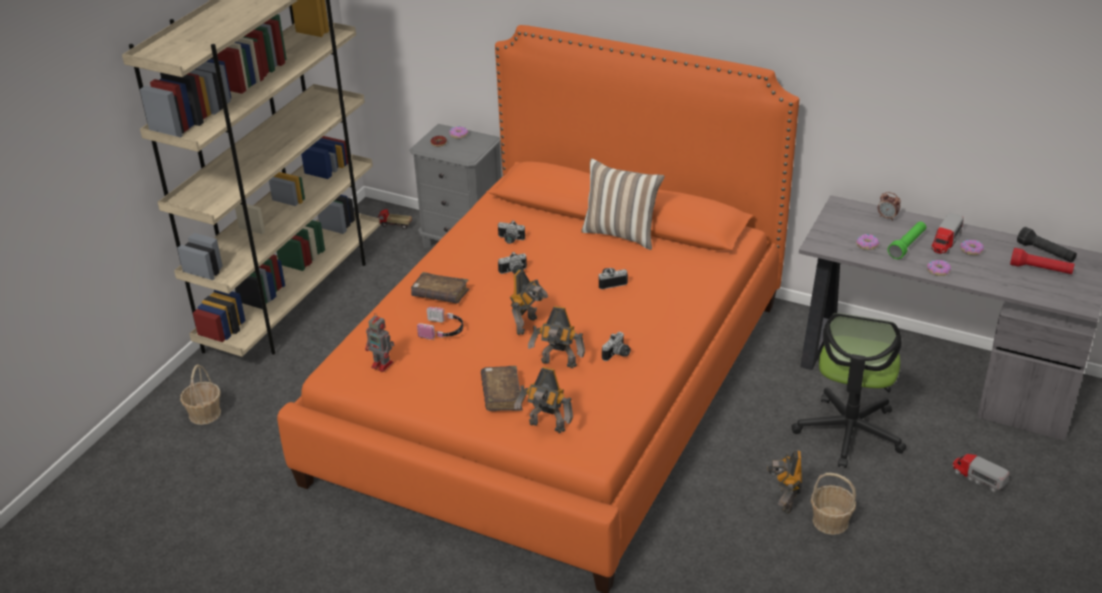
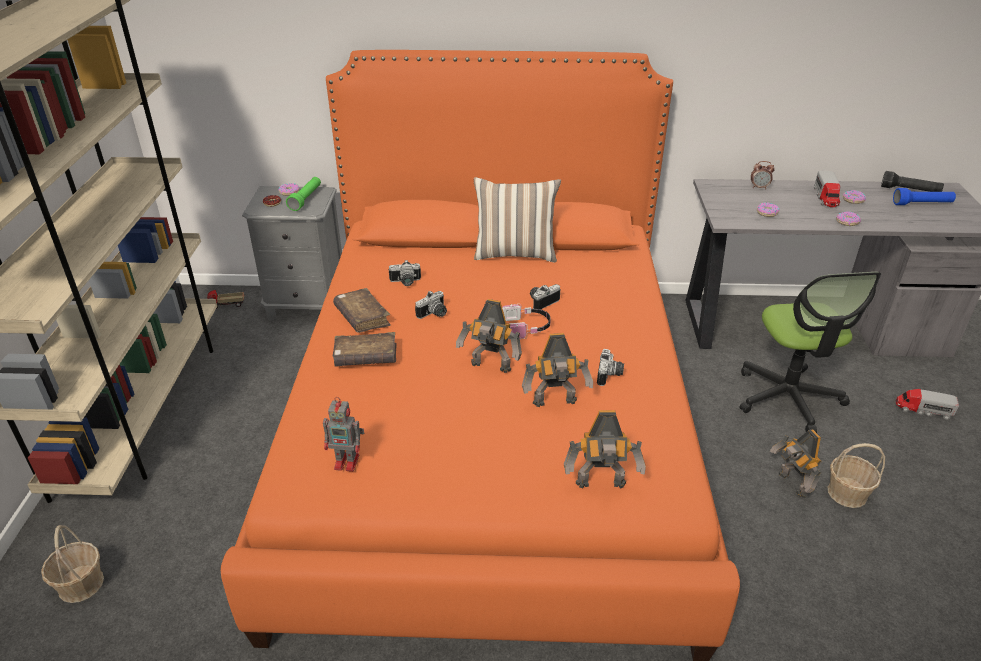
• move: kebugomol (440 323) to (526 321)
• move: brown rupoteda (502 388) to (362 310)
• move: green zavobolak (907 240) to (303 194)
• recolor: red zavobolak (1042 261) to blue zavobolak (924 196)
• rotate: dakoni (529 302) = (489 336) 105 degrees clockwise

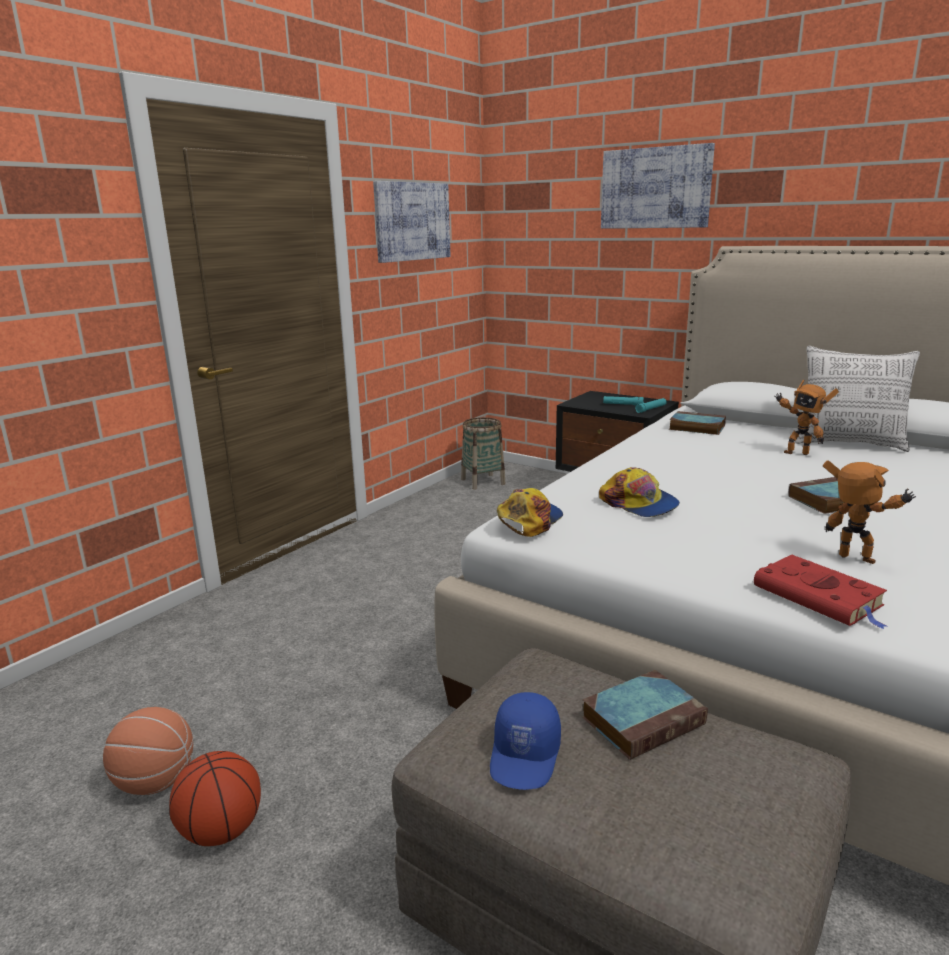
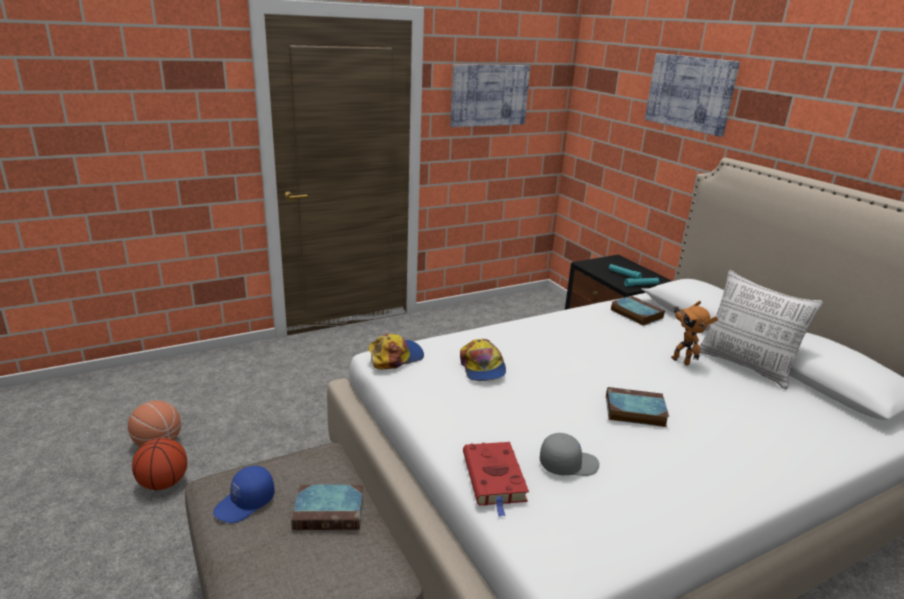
• delete: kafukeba (483 453)
• replace: dakoni (869 512) to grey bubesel (570 454)

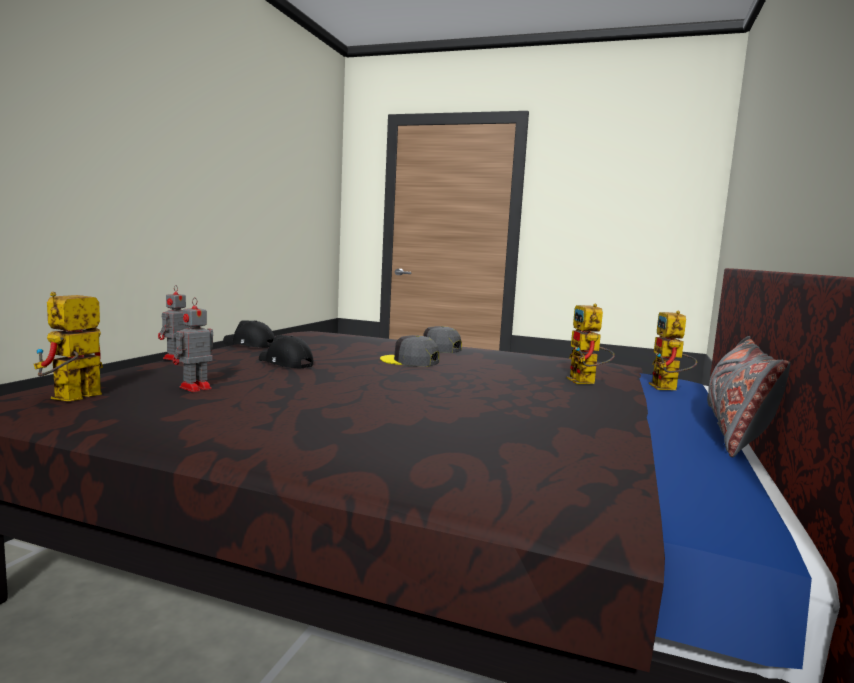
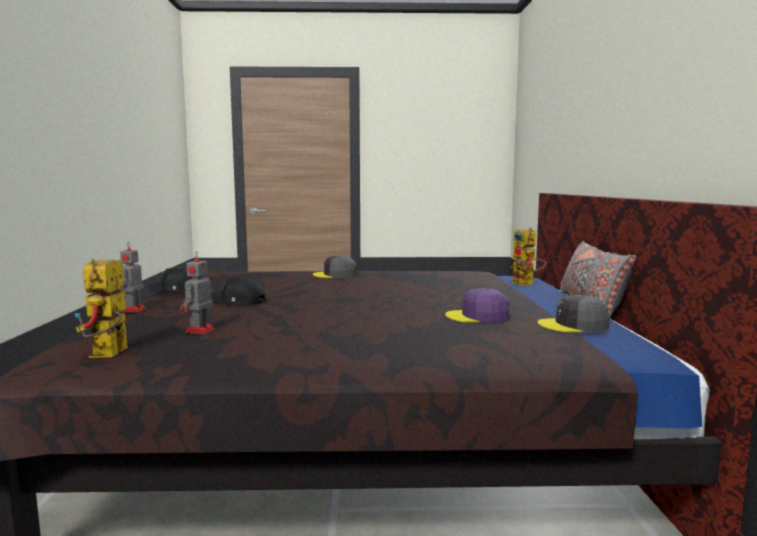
• delete: dakoni (591 343)
• insert: purple bubesel (477 305)
• move: grey bubesel (409 351) to (573 313)

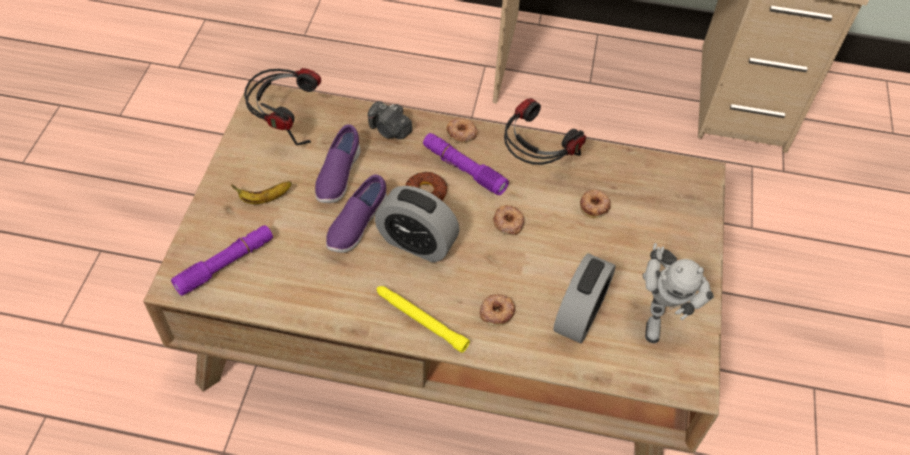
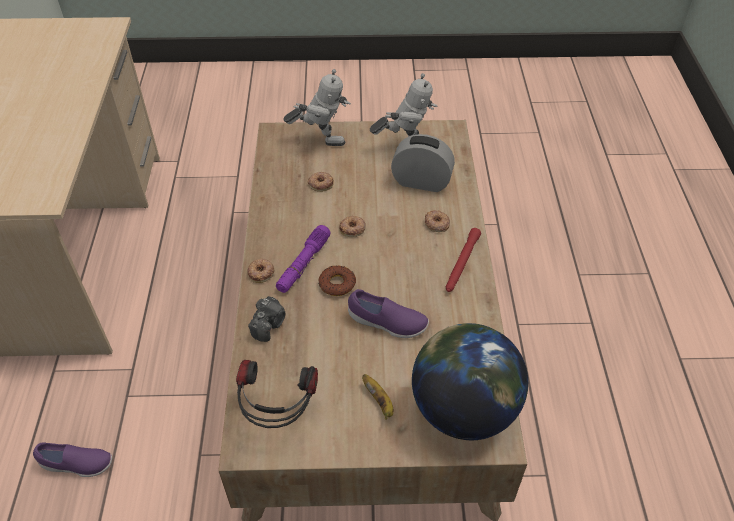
• delete: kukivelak (417 224)
• delete: kebugomol (545 131)
• insert: dakoni (317 107)
• move: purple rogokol (338 163) to (72 459)
• replace: purple zavobolak (222 260) to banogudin (470 381)
• recolor: yellow zavobolak (423 319) to red zavobolak (463 260)

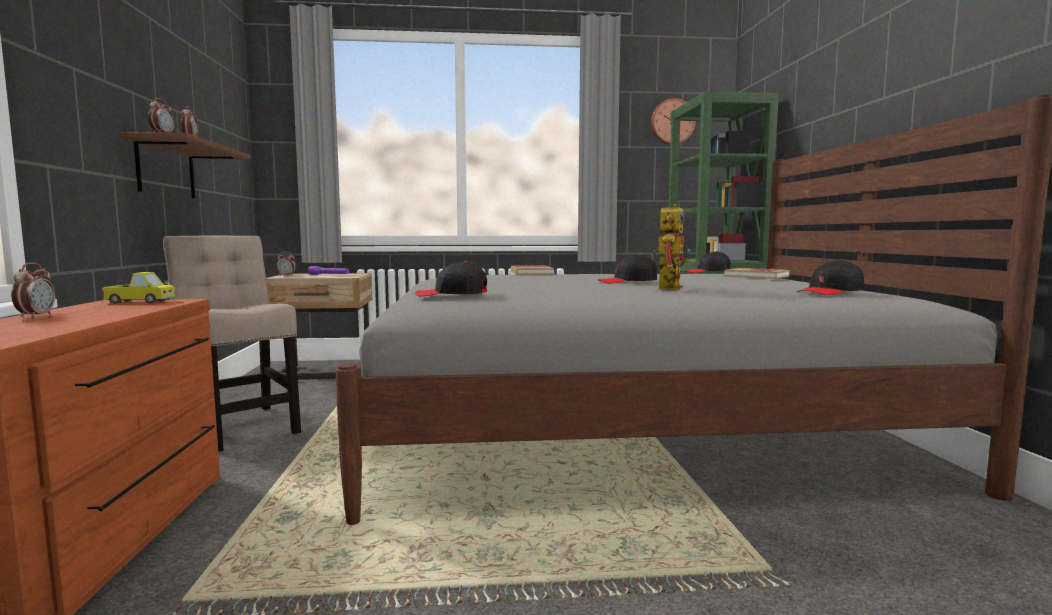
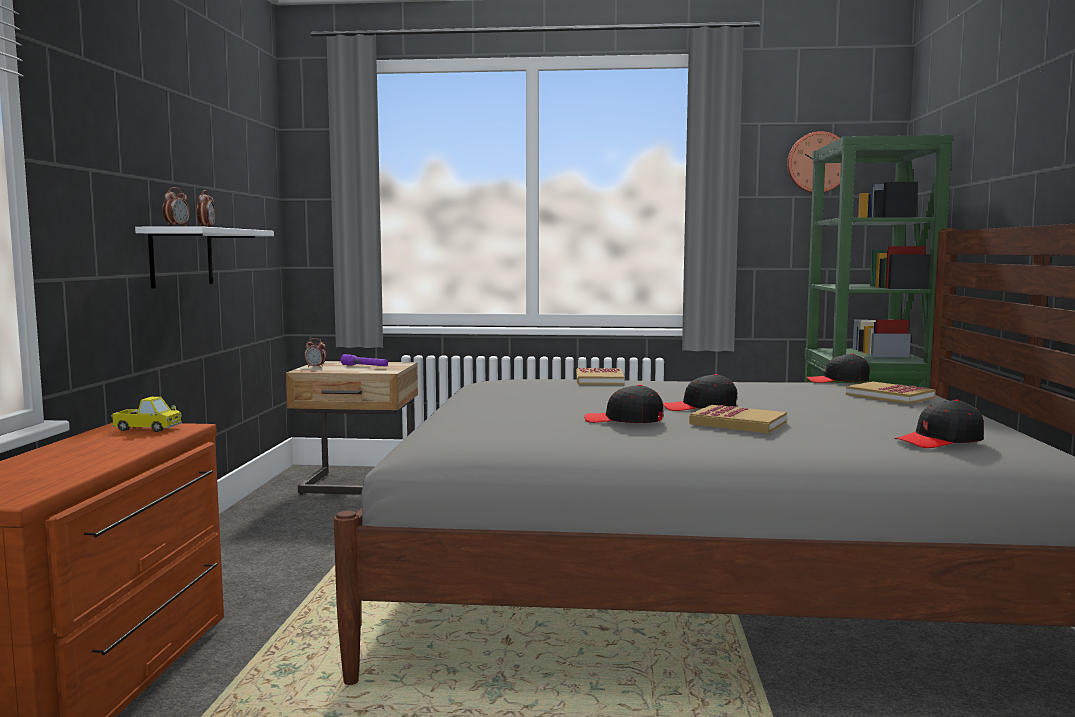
• delete: kukivelak (33 290)
• delete: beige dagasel (232 344)
• move: black bubesel (451 278) to (623 404)
• replace: dakoni (671 247) to rupoteda (738 419)
• recolor: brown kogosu (185 165) to white kogosu (204 257)

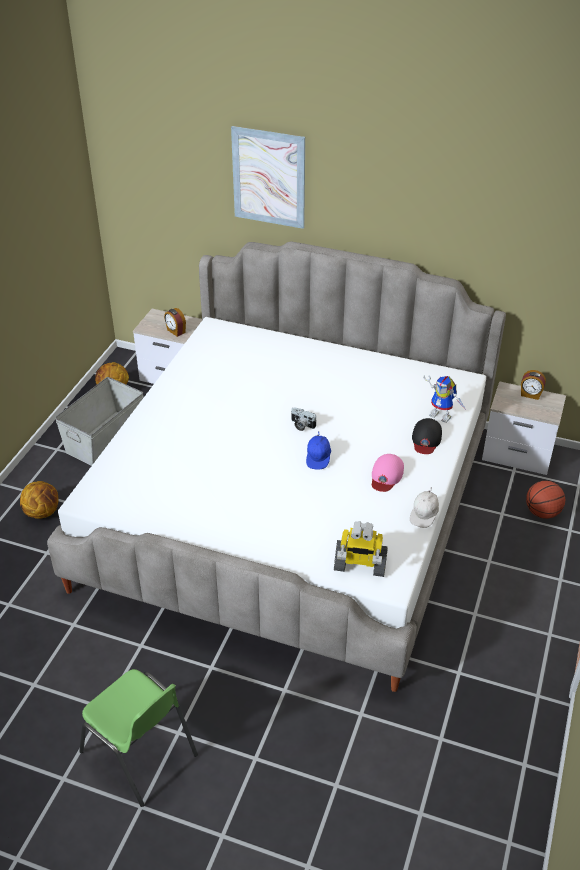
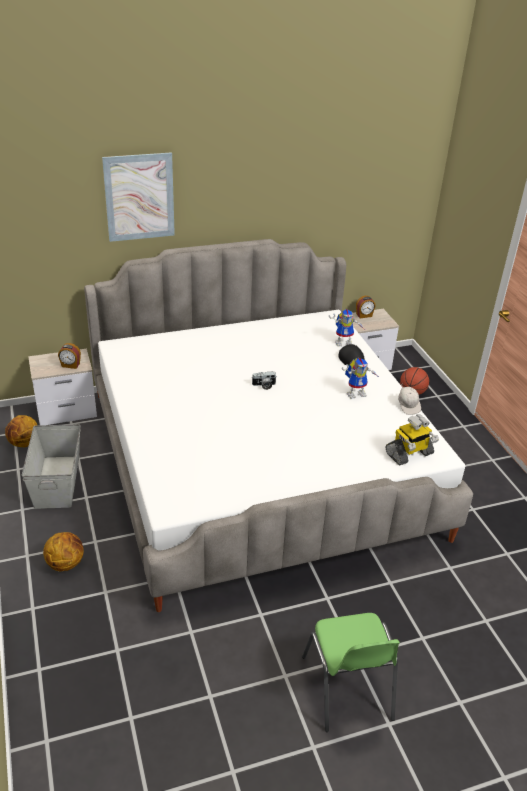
• delete: blue bubesel (318 450)
• replace: pink bubesel (388 473) to dakoni (361 378)
• rotate: green dagasel (138 738) = (351 672) 75 degrees clockwise

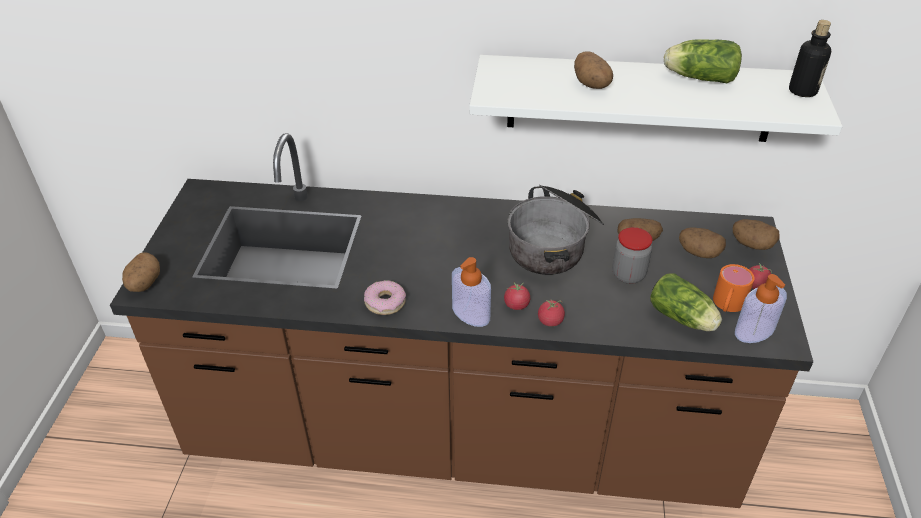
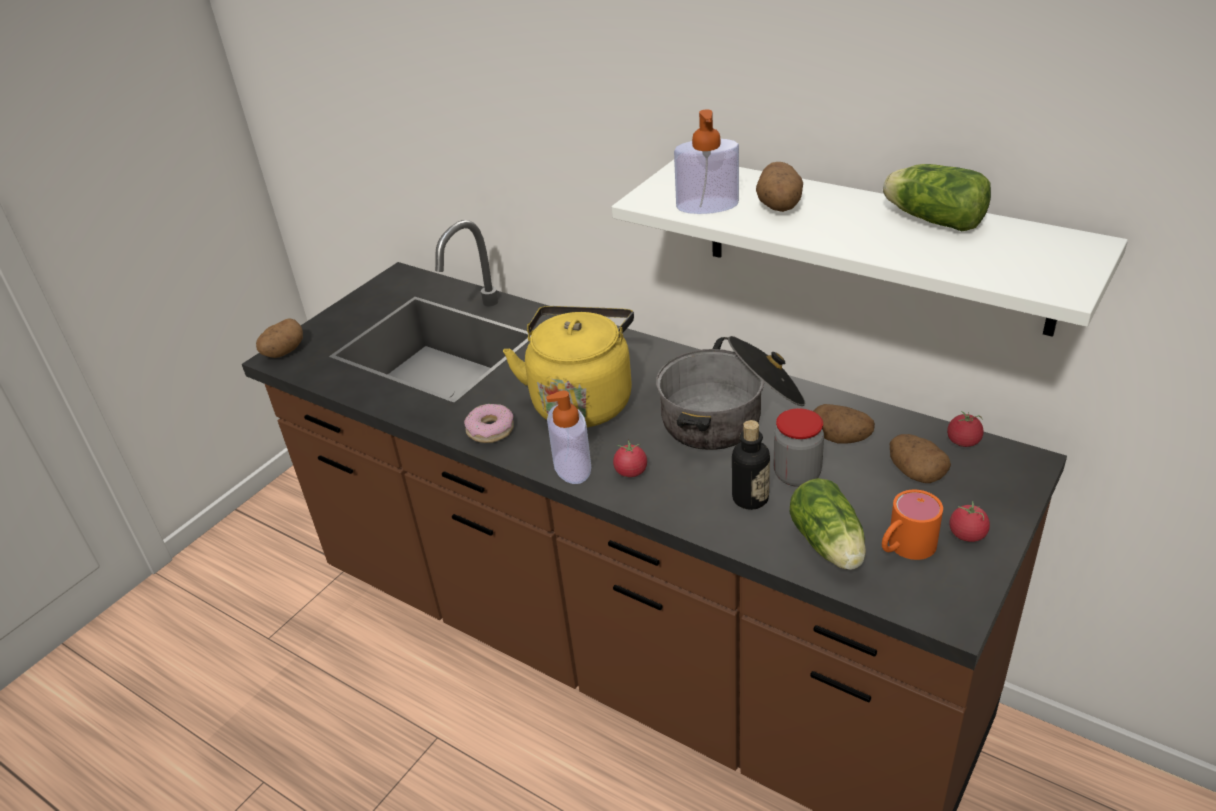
• delete: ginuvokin (756 234)
• insert: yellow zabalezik (568 366)
• move: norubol (551 313) to (965 429)
• move: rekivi (761 308) to (706 161)
• move: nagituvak (810 58) to (751 465)

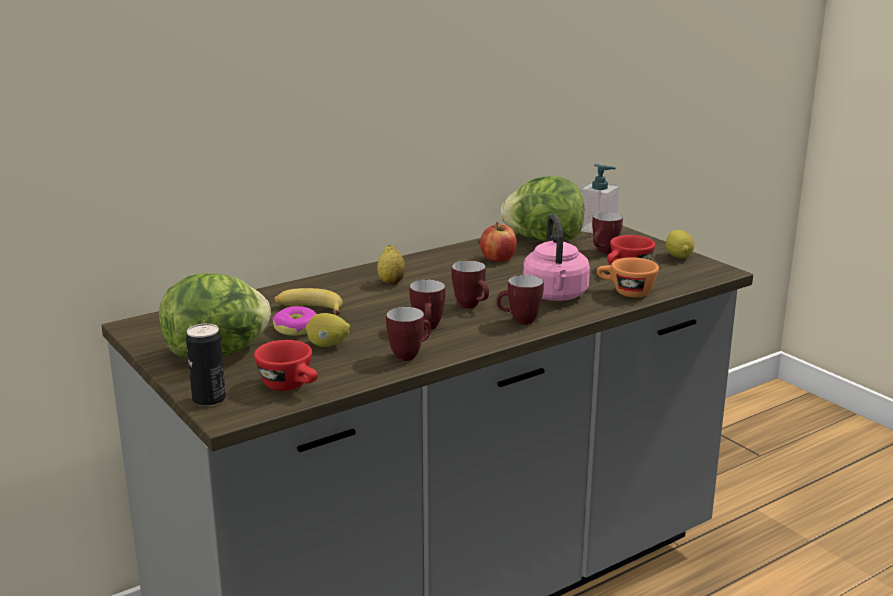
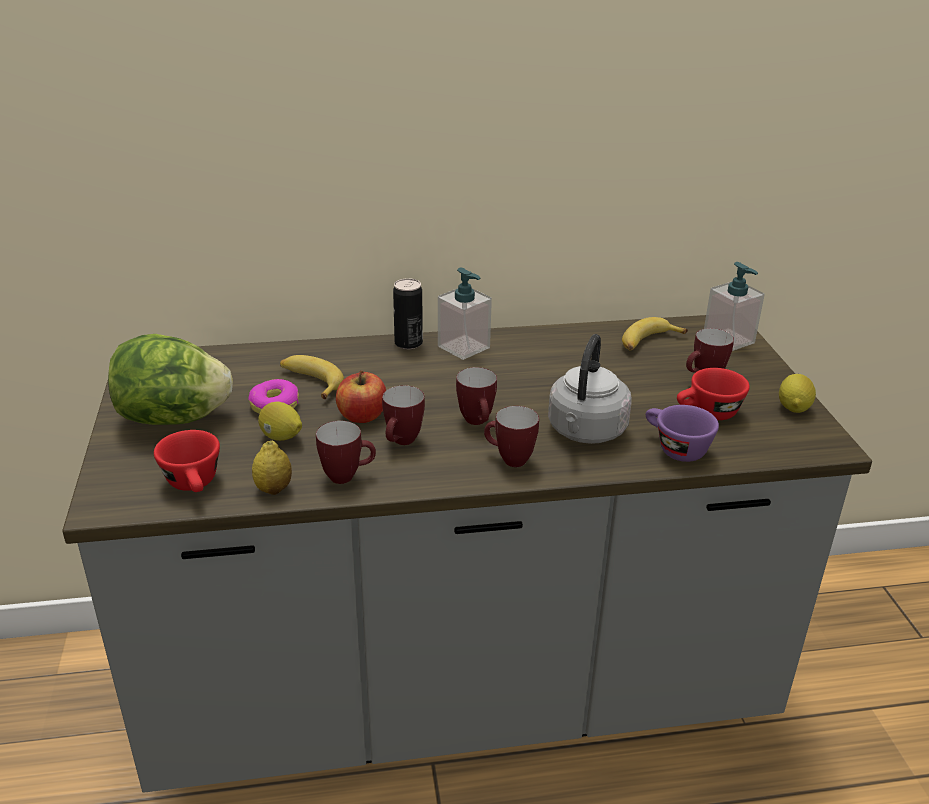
• insert: rekivi (465 314)
• move: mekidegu (206 365) to (408 313)
• move: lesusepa (391 265) to (272 468)
• move: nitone (498 242) to (361 396)
• replace: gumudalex (542 208) to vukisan (655 333)
• recolor: pink zabalezik (556 257) to grey zabalezik (590 389)
• recolor: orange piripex (628 277) to purple piripex (682 433)

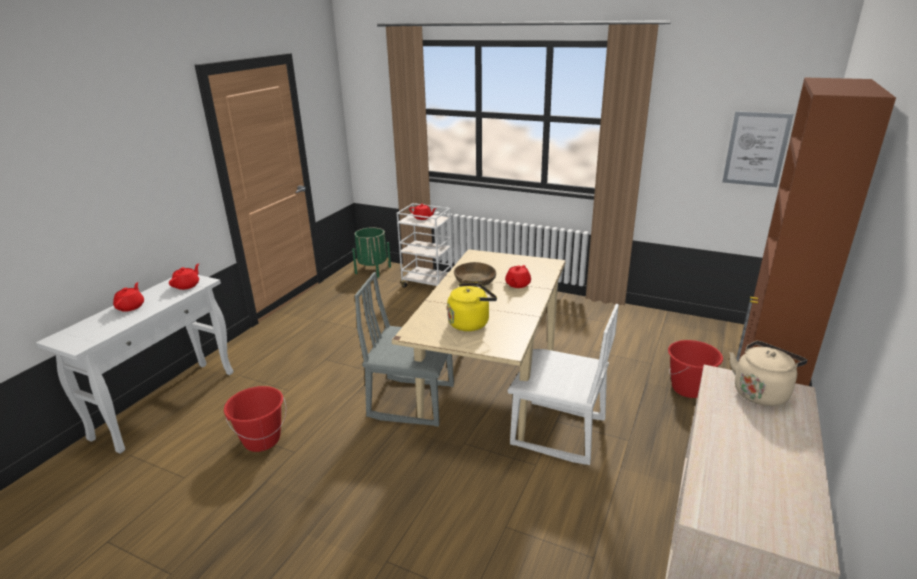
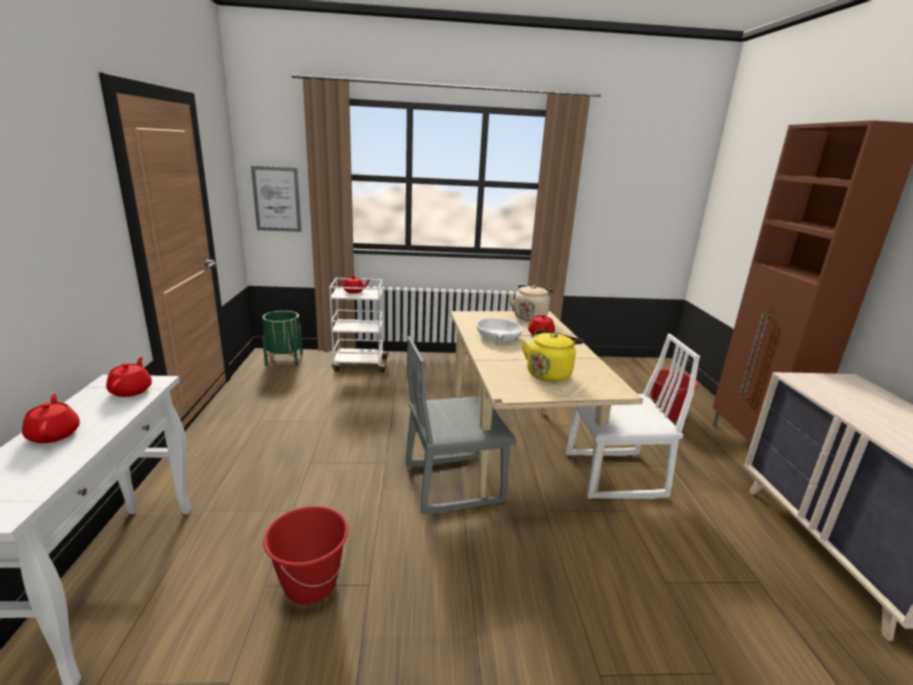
• move: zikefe (758 149) to (276 199)
• move: beige zabalezik (768 373) to (530 303)
• recolor: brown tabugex (475 274) to white tabugex (499 330)

